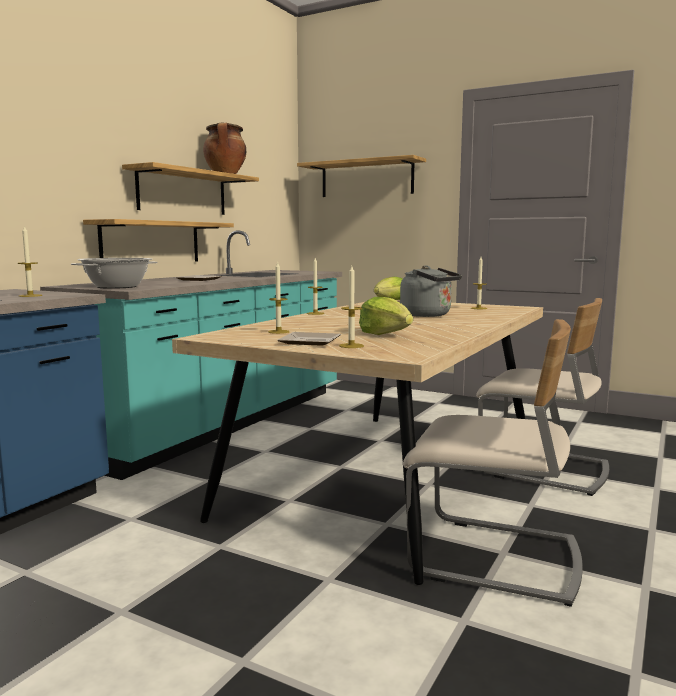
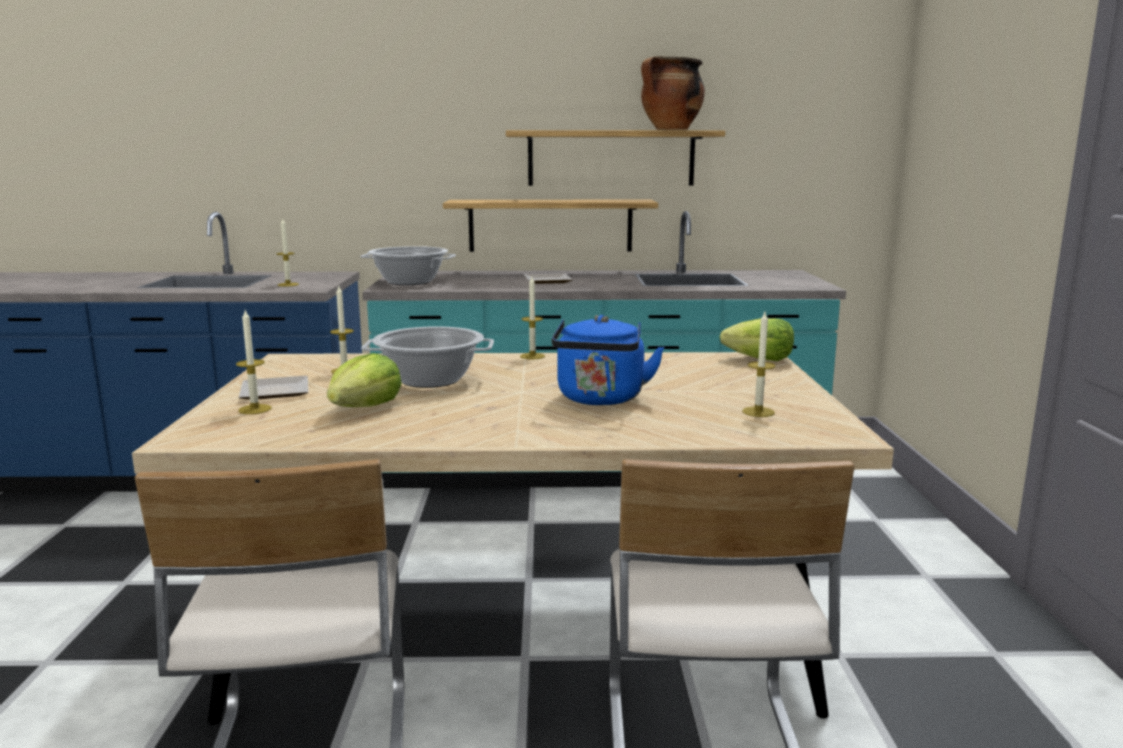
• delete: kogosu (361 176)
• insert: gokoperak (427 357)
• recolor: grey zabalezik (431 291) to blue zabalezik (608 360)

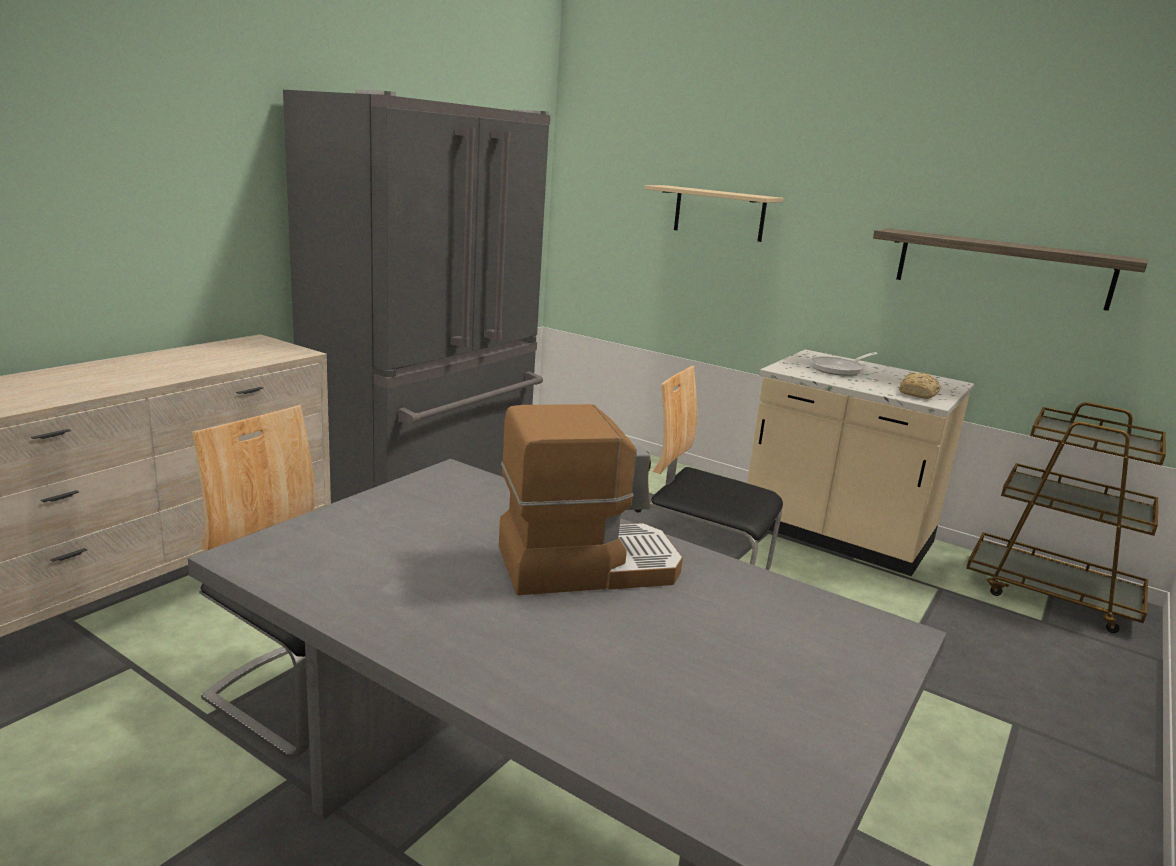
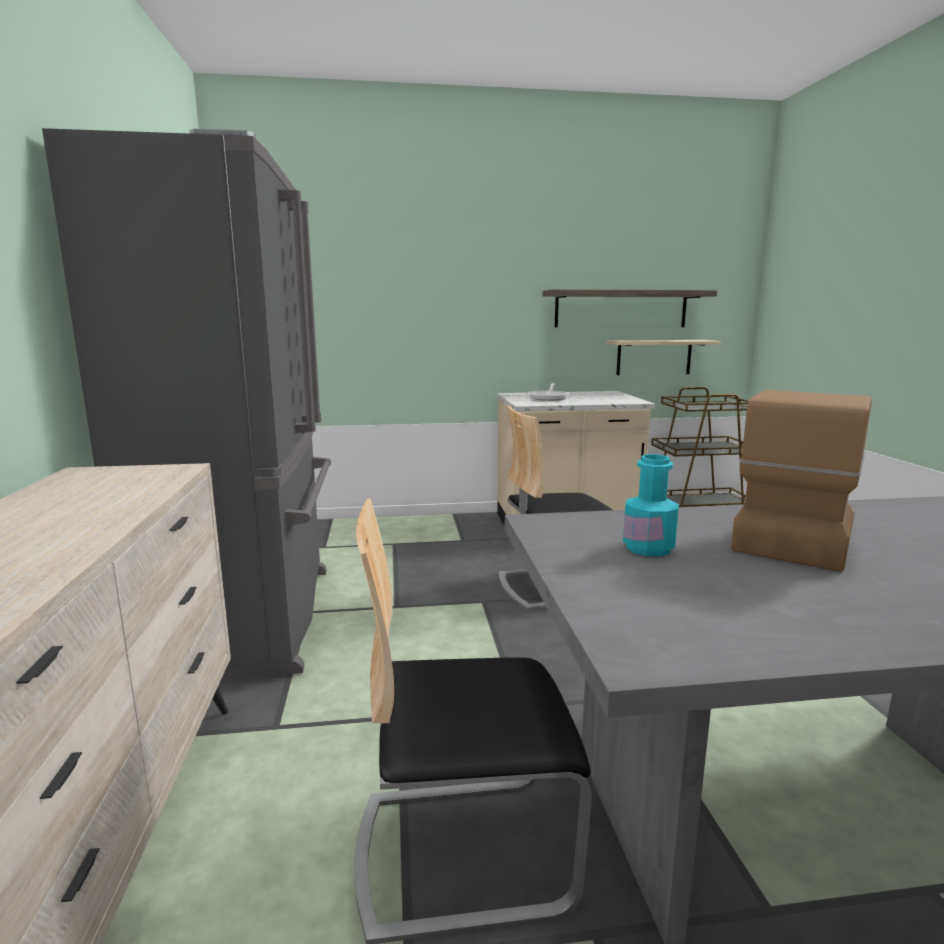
• delete: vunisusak (920 385)
• insert: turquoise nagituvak (651 505)
• move: beige kogosu (714 213) to (663 357)

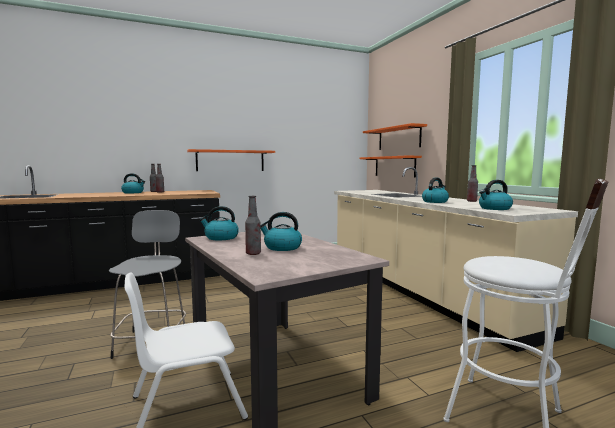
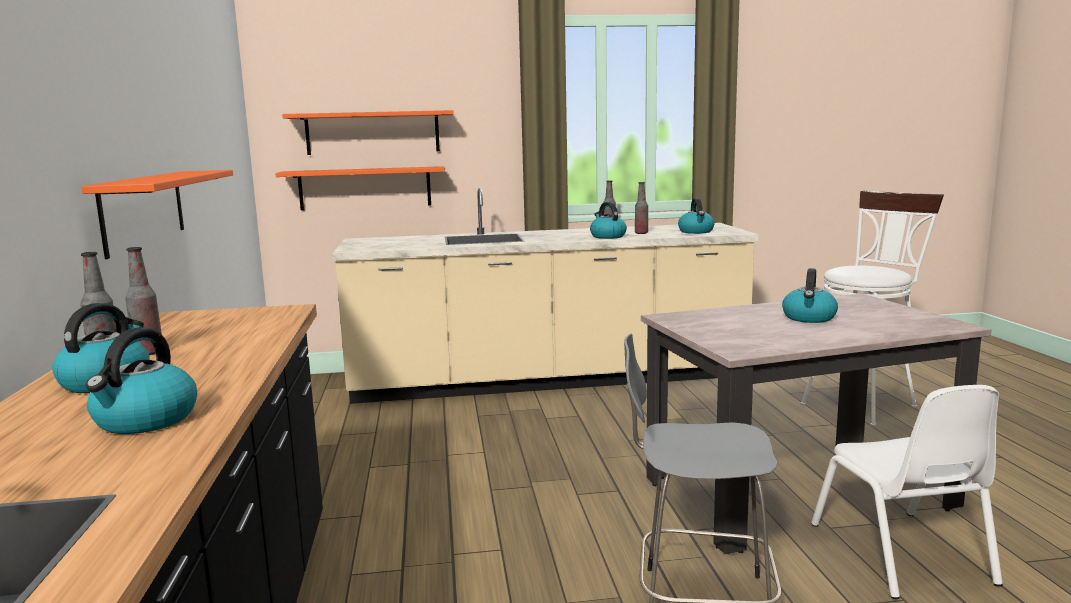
• move: zabalezik (219 223) to (141 381)
• move: nagituvak (253 225) to (641 208)

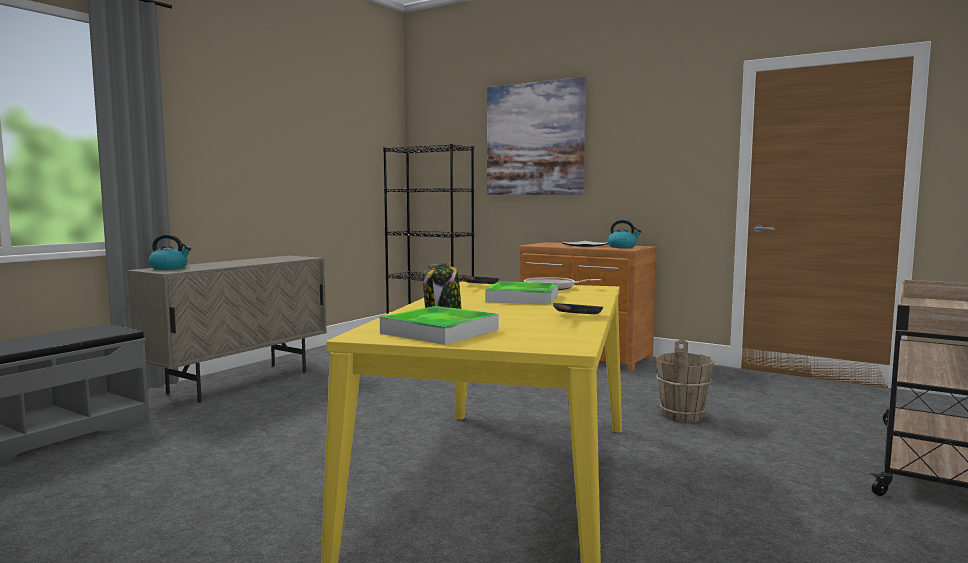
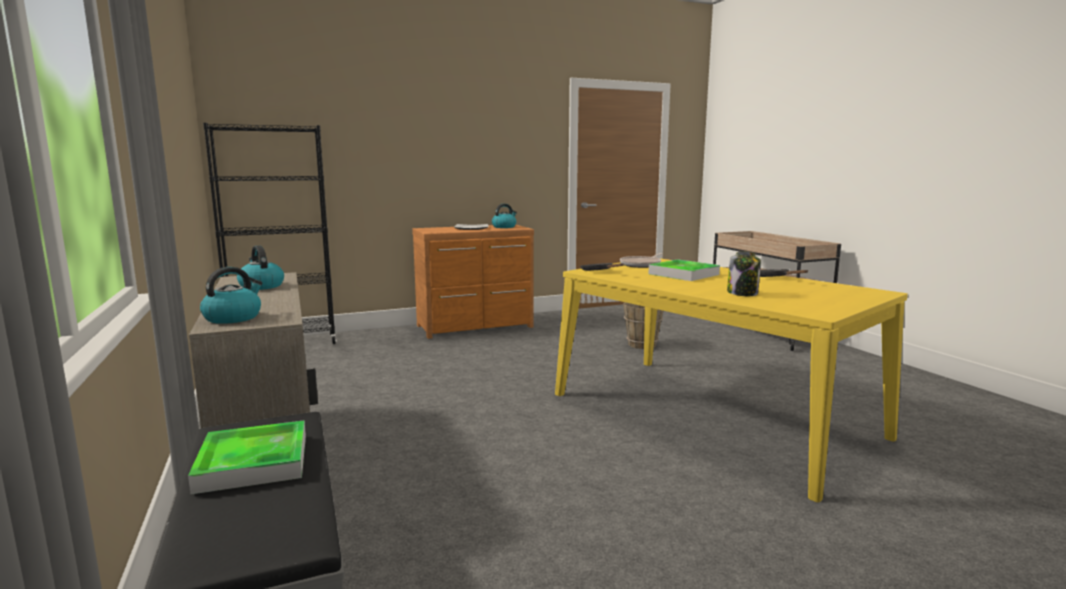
• delete: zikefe (536 136)
• insert: zabalezik (260 267)
• move: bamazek (439 325) to (247 457)

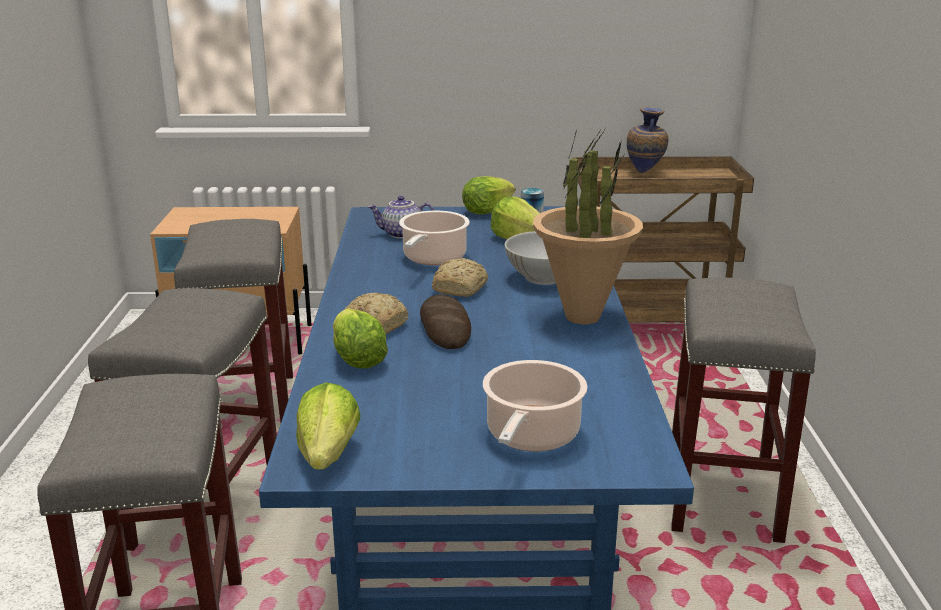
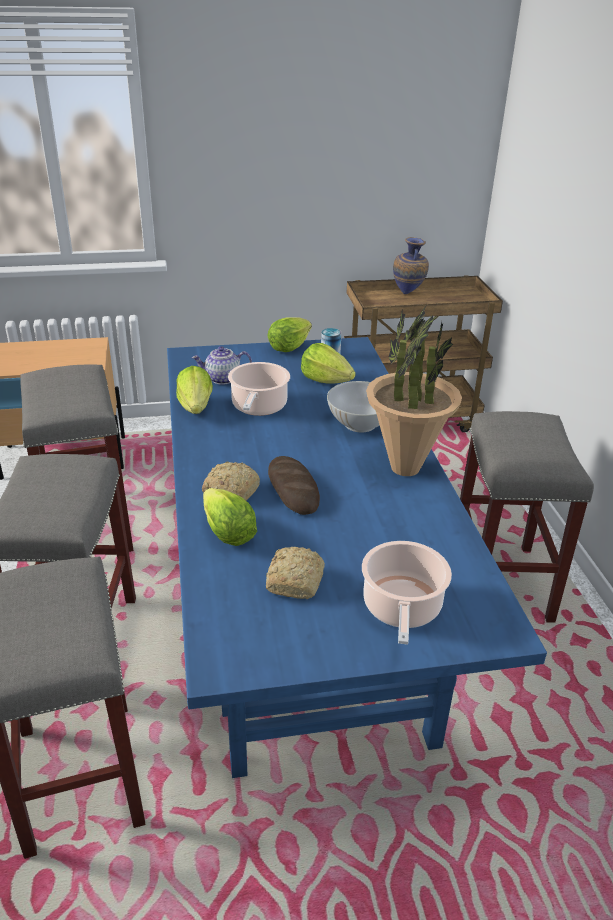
• move: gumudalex (328 426) to (194 390)
• move: vunisusak (460 277) to (295 573)

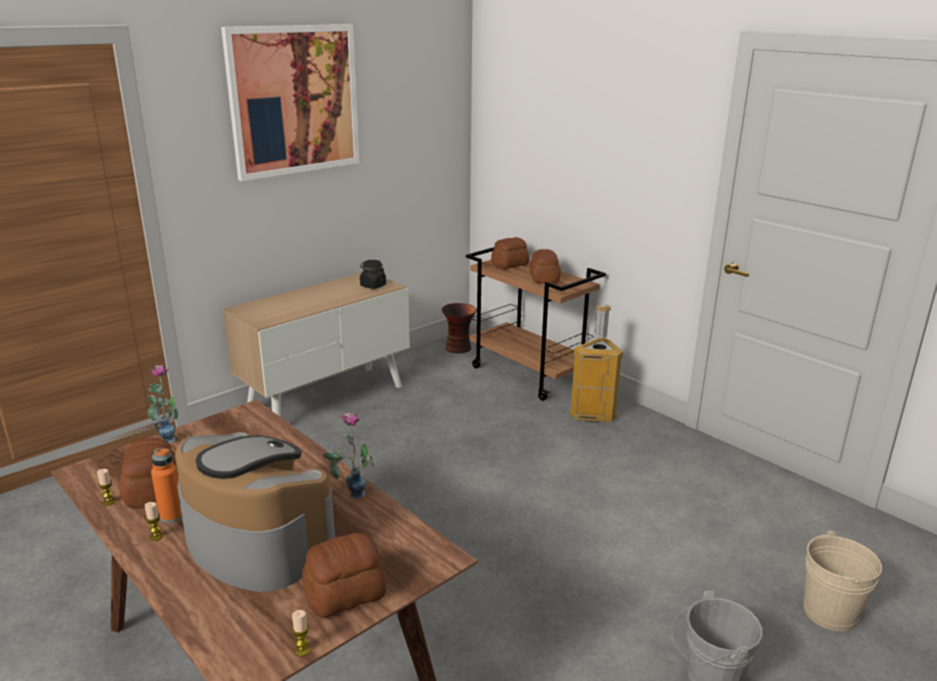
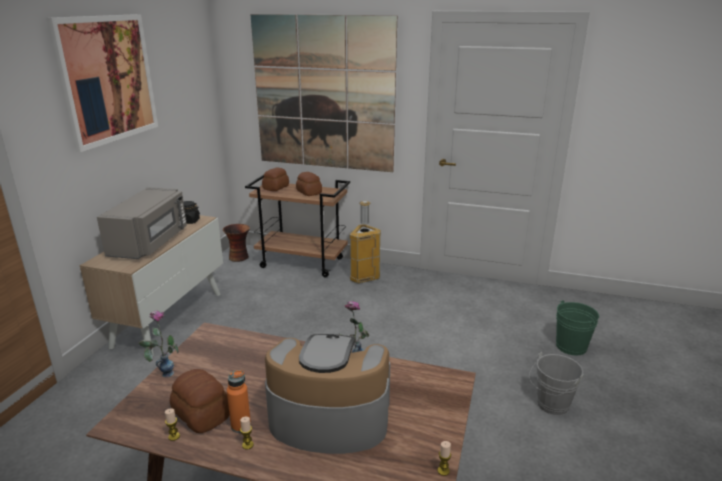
• delete: vunisusak (344 575)
• insert: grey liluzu (142 223)
• insert: zikefe (323 93)
• recolor: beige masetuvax (842 581) to green masetuvax (577 328)

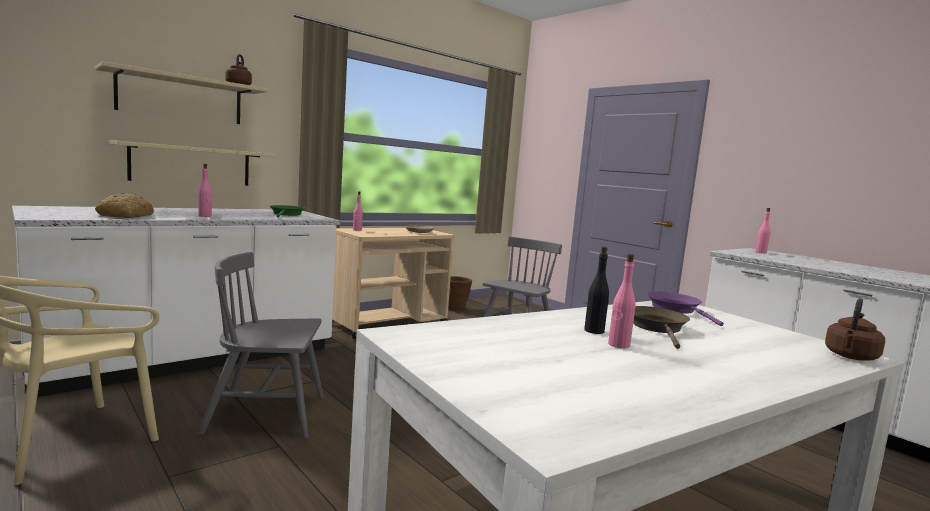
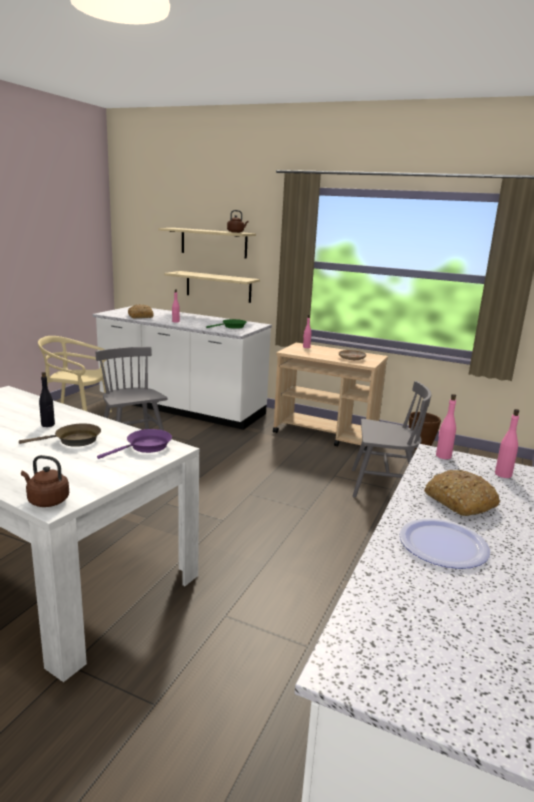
• insert: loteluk (444 543)
• insert: vunisusak (462 493)
• move: pink nagituvak (622 301) to (446 426)

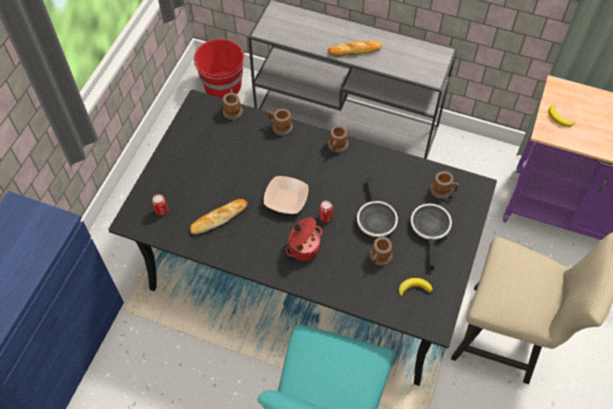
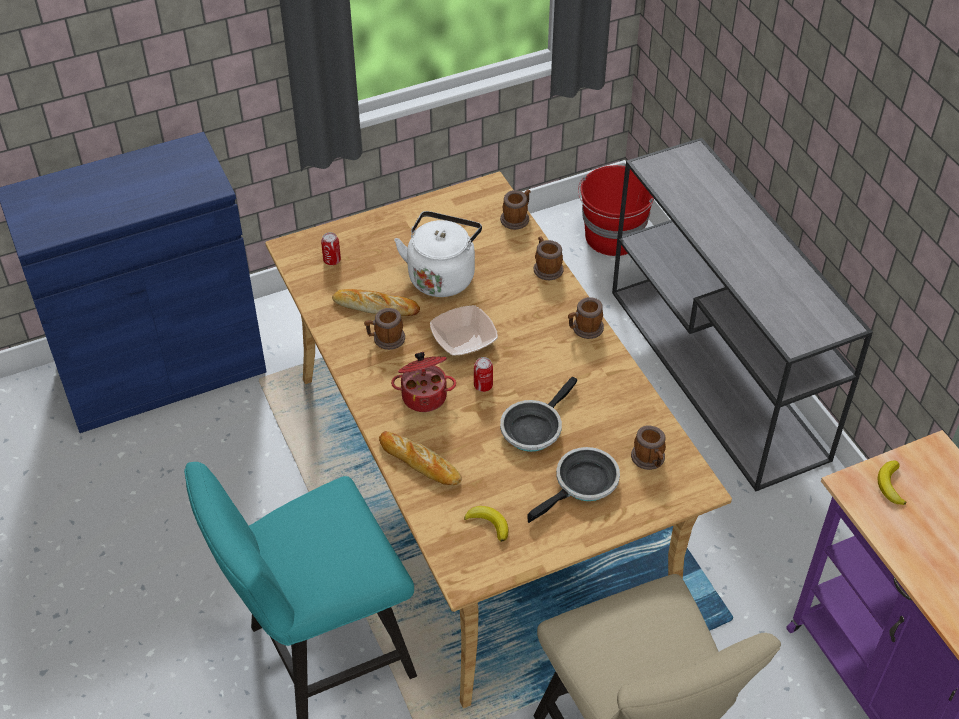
• insert: white zabalezik (438 254)
• move: vunisusak (355 48) to (420 458)
• move: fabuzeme (381 251) to (384 329)
• recolor: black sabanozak (302 238) to beige sabanozak (498 440)

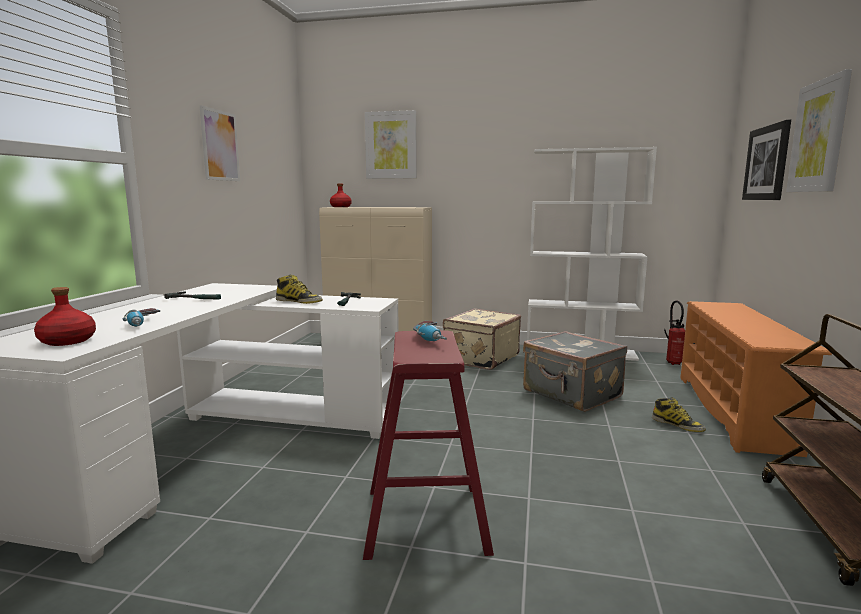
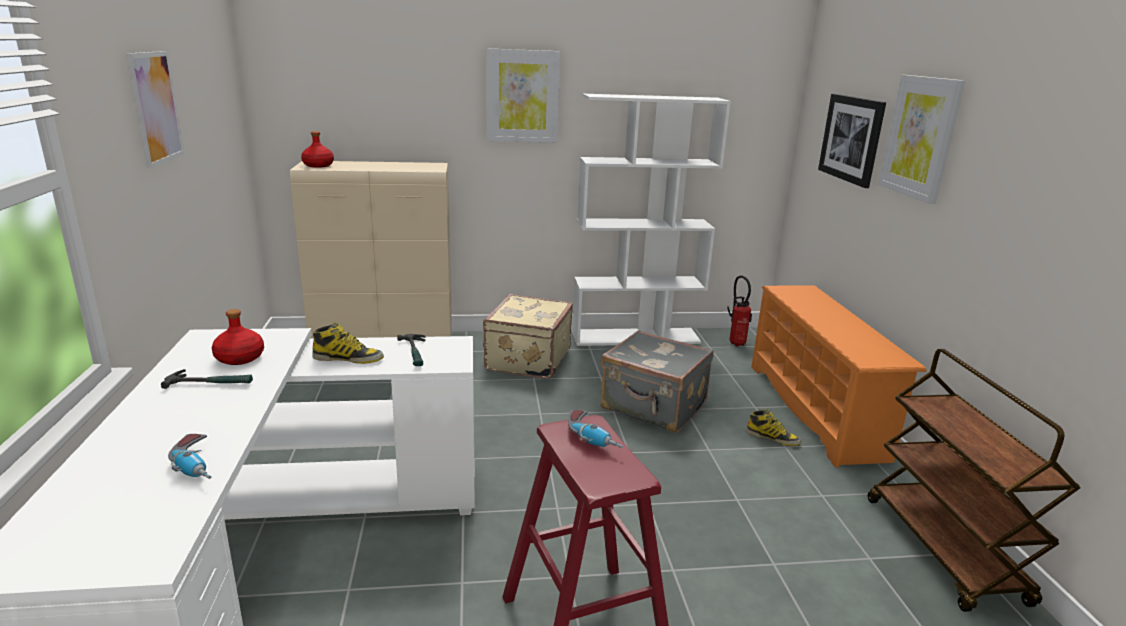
• move: red nagituvak (65 316) to (238 337)
• move: zikefe (391 144) to (523 95)

